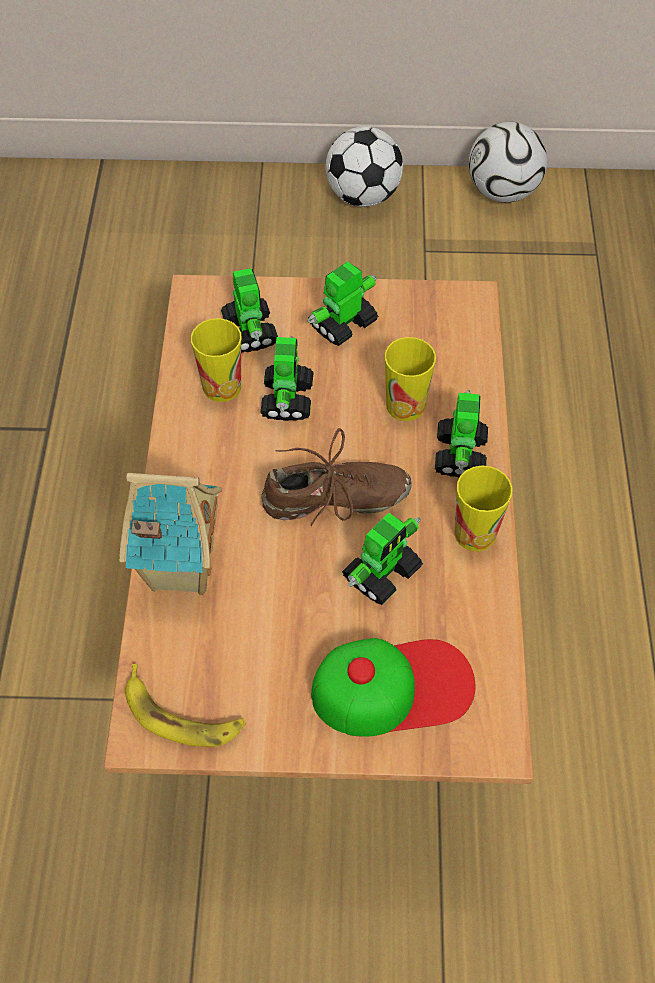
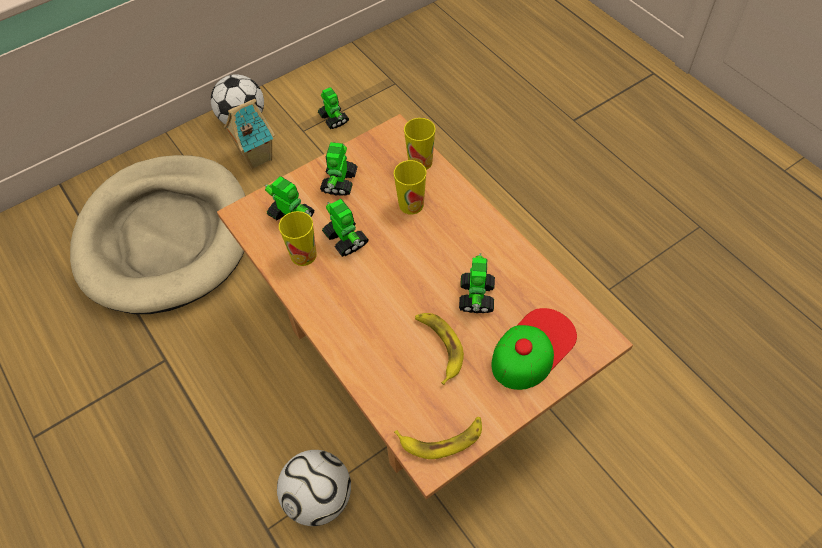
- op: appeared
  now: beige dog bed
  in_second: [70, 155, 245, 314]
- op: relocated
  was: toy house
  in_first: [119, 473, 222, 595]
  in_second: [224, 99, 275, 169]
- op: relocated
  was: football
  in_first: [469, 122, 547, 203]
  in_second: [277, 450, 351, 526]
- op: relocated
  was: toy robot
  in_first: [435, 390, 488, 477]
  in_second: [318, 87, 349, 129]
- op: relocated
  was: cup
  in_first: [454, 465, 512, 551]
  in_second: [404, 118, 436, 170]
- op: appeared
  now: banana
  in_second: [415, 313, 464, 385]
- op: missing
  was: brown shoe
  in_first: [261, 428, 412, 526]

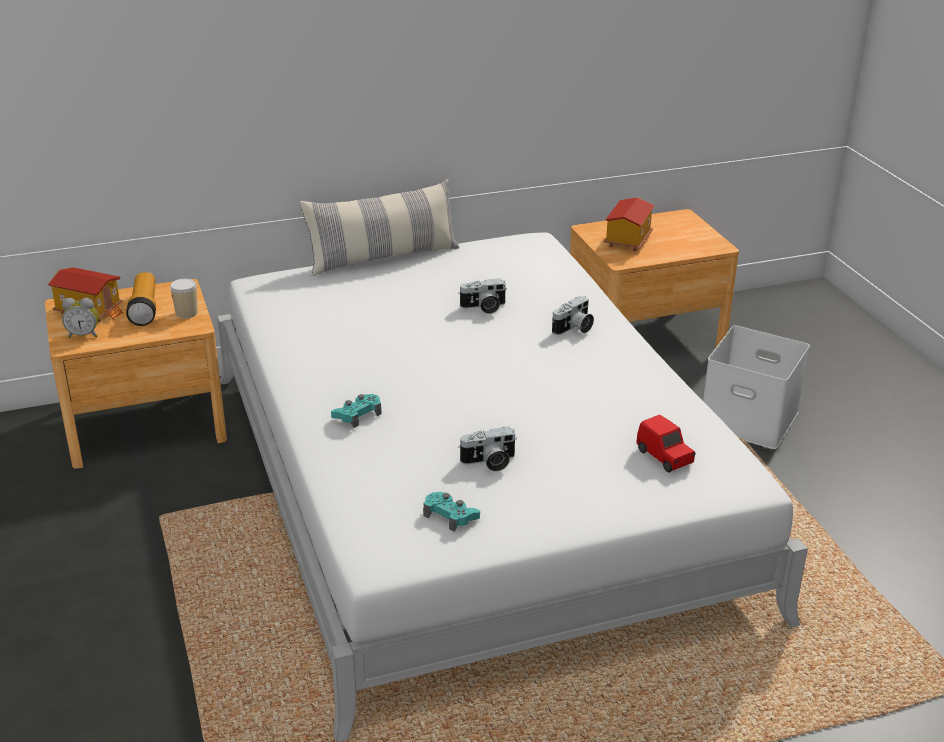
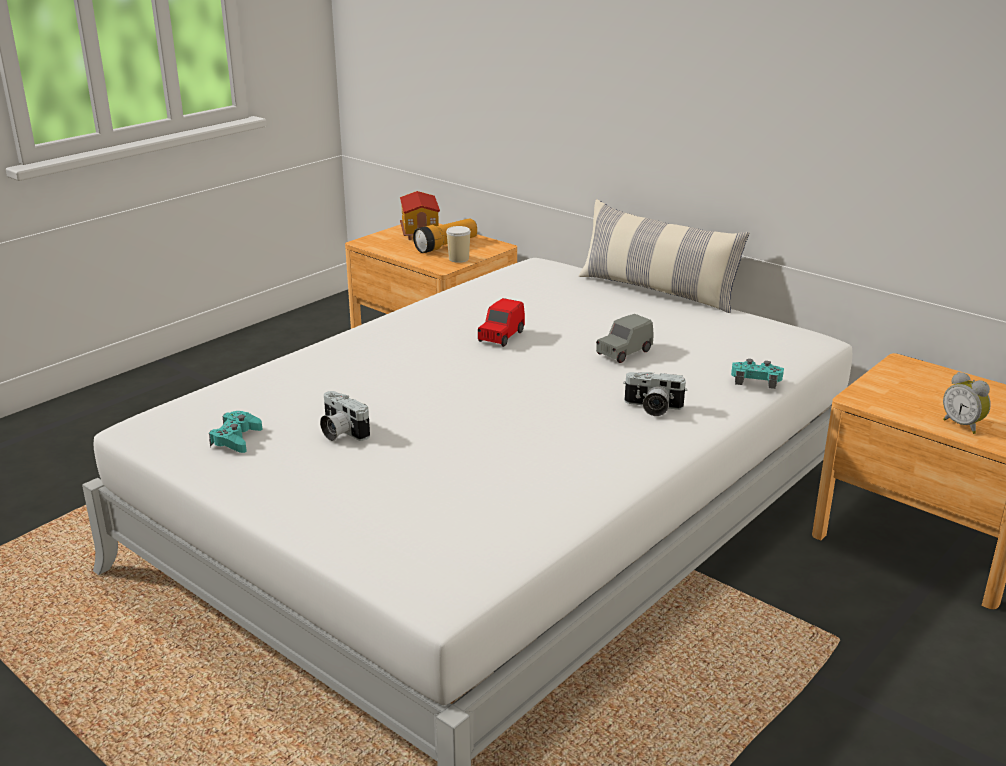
- op: relocated
  was: red toy car
  in_first: [636, 415, 696, 472]
  in_second: [478, 298, 525, 347]
- op: exchanged
  was: photo camera
  now: grey toy car
  in_first: [458, 279, 507, 314]
  in_second: [596, 314, 654, 363]
- op: relocated
  was: turquoise game controller
  in_first: [331, 394, 381, 428]
  in_second: [731, 359, 784, 389]
- op: relocated
  was: alarm clock
  in_first: [62, 298, 99, 338]
  in_second: [943, 372, 991, 434]
- op: missing
  was: toy house
  in_first: [604, 197, 654, 252]
- op: missing
  was: white storage box
  in_first: [703, 325, 810, 449]

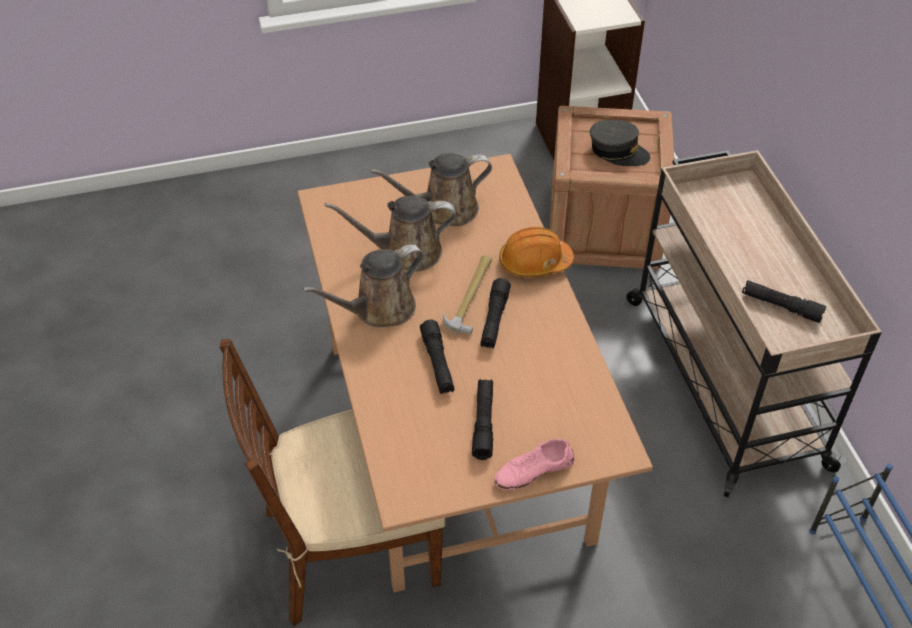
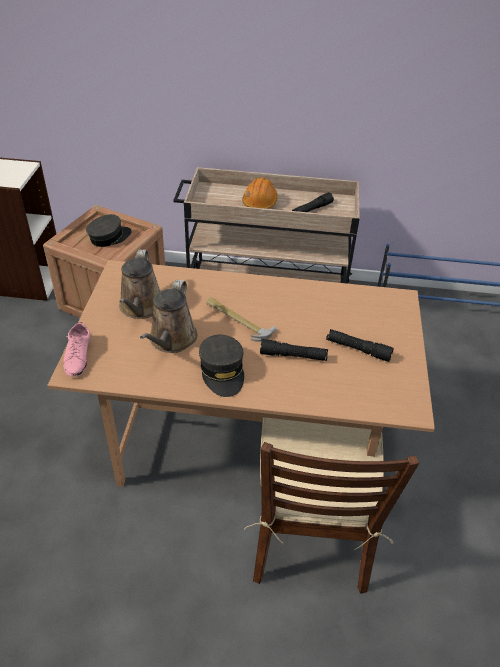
- op: relocated
  was: pink shoe
  in_first: [494, 439, 574, 490]
  in_second: [63, 321, 90, 377]
- op: exchanged
  was: brown watering can
  now: grey cap
  in_first: [302, 244, 424, 327]
  in_second: [199, 335, 244, 397]
- op: relocated
  was: orange hard hat
  in_first: [499, 227, 574, 277]
  in_second: [242, 177, 278, 209]
- op: missing
  was: black flashlight
  in_first: [480, 278, 511, 348]

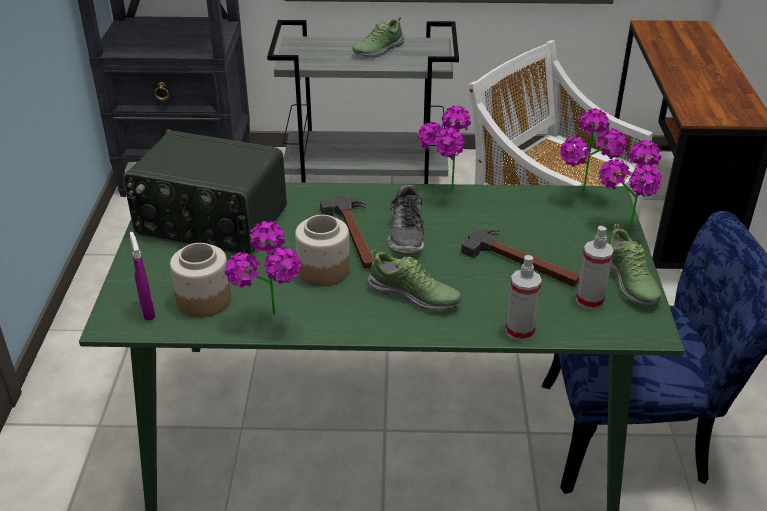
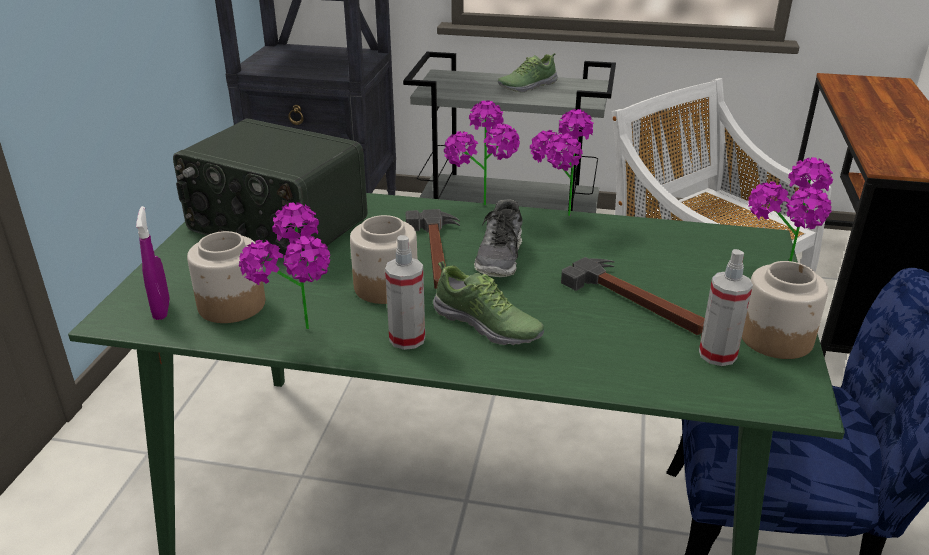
- op: relocated
  was: spray bottle
  in_first: [506, 255, 542, 341]
  in_second: [385, 235, 425, 350]
- op: relocated
  was: potted plant
  in_first: [560, 108, 627, 193]
  in_second: [444, 100, 520, 205]
- op: exchanged
  was: shoe
  now: jar
  in_first: [607, 224, 662, 305]
  in_second: [742, 261, 828, 359]

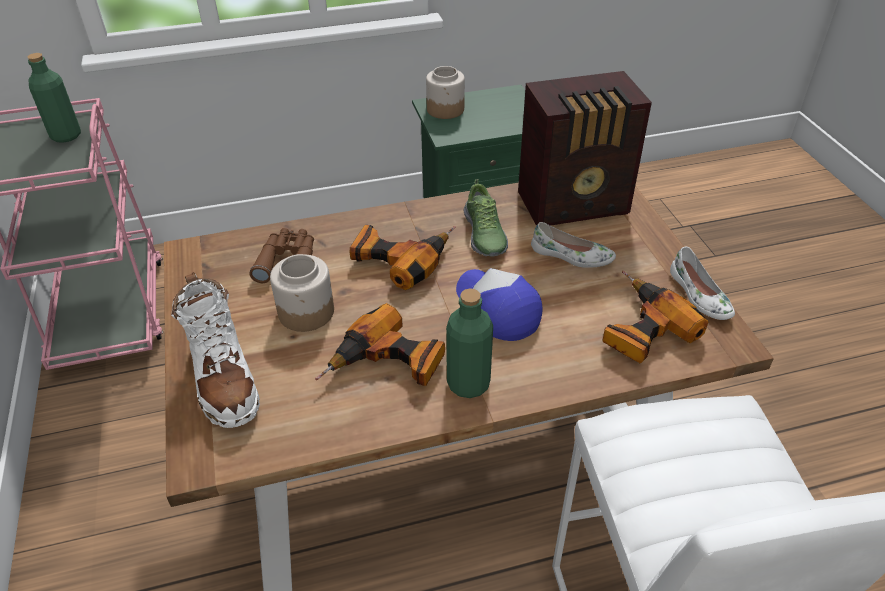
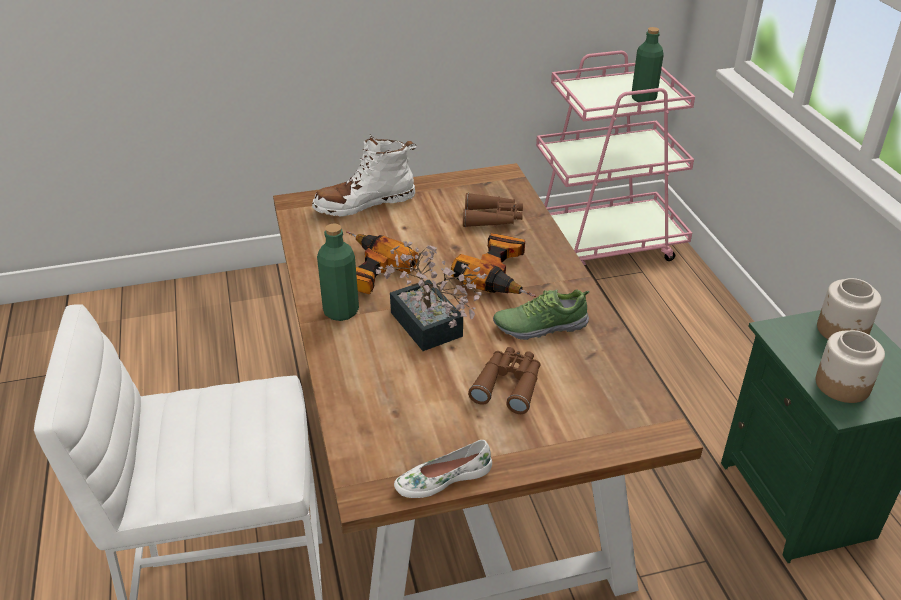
- op: exchanged
  was: cap
  now: potted plant
  in_first: [456, 268, 542, 341]
  in_second: [376, 241, 488, 351]
- op: exchanged
  was: white shoe
  now: brown binoculars
  in_first: [531, 222, 616, 268]
  in_second: [468, 347, 540, 414]
- op: relocated
  was: jar
  in_first: [270, 254, 334, 332]
  in_second: [816, 330, 885, 403]
- op: missing
  was: radio
  in_first: [518, 71, 652, 226]
- op: missing
  was: power drill
  in_first: [603, 271, 708, 364]

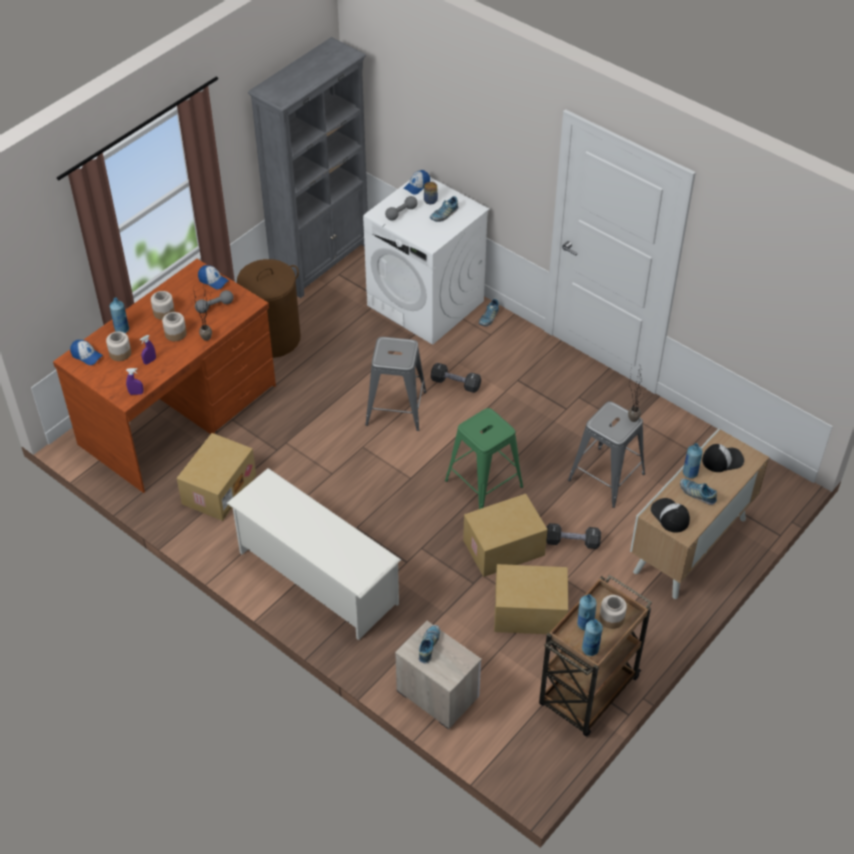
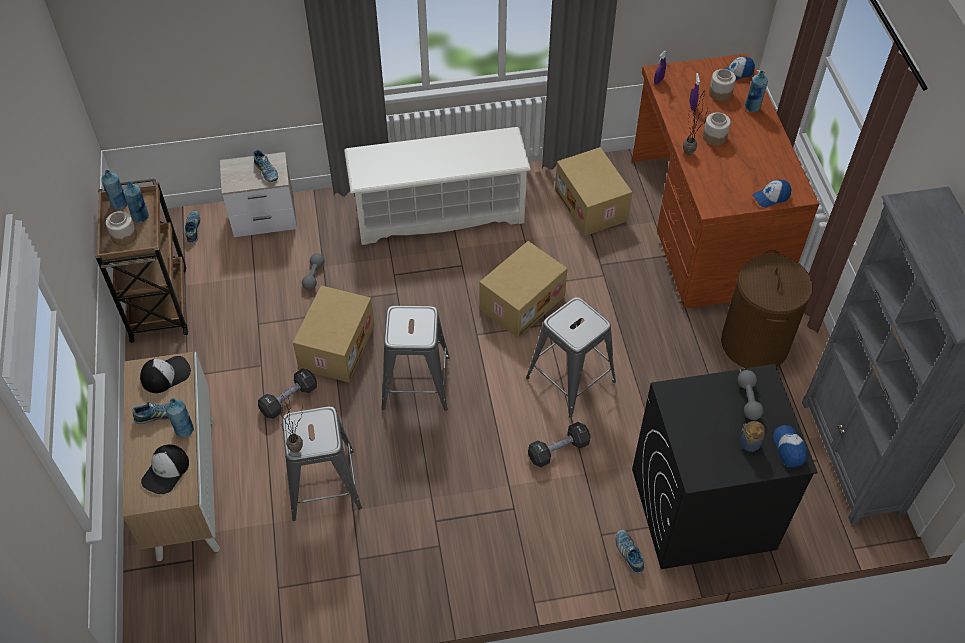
- op: spun
  was: cap
  in_first: [651, 498, 690, 533]
  in_second: [140, 356, 191, 393]
  clockwise: -45
- op: relocated
  was: shoe
  in_first: [430, 196, 458, 222]
  in_second: [185, 211, 201, 243]
- op: relocated
  was: grey dumbbell
  in_first: [195, 290, 234, 313]
  in_second: [302, 253, 325, 290]
- op: colour
  was: green stool
  now: grey stool
  in_first: [445, 408, 523, 509]
  in_second: [382, 306, 450, 411]
- op: relocated
  was: cardboard box
  in_first: [494, 564, 568, 634]
  in_second: [480, 241, 568, 338]
- op: colour
  was: white washing machine
  now: black washing machine
  in_first: [363, 177, 489, 345]
  in_second: [632, 364, 818, 569]
- op: missing
  was: jar
  in_first: [151, 291, 175, 320]

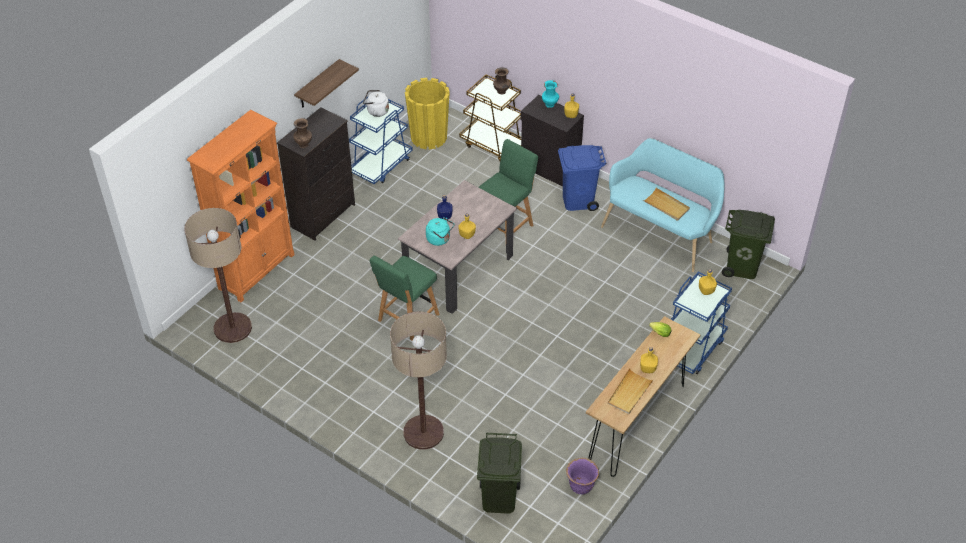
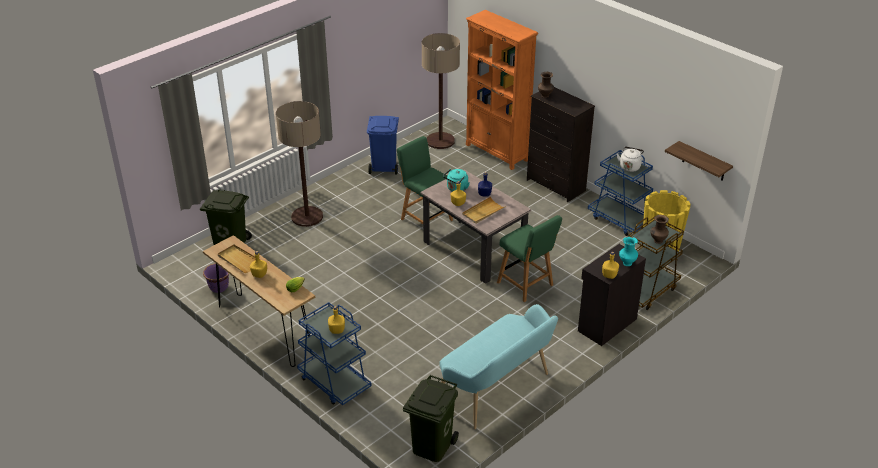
- op: relocated
  was: blue trash can
  in_first: [558, 145, 607, 211]
  in_second: [367, 116, 399, 175]
- op: relocated
  was: beige tray
  in_first: [643, 188, 690, 221]
  in_second: [462, 197, 506, 224]
- op: relocated
  was: shelf
  in_first: [294, 59, 359, 108]
  in_second: [665, 141, 733, 181]

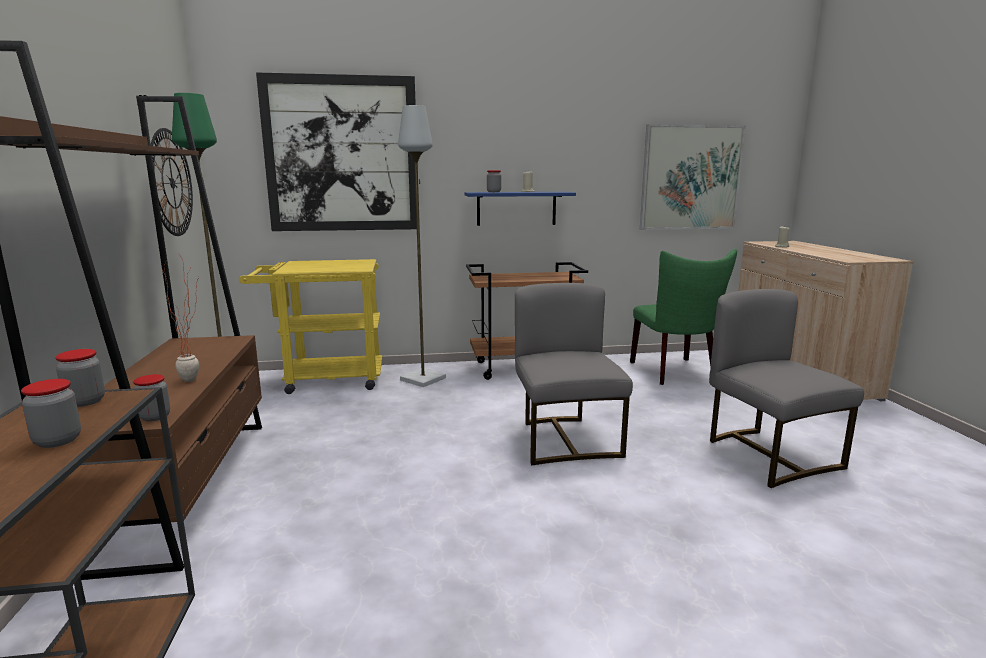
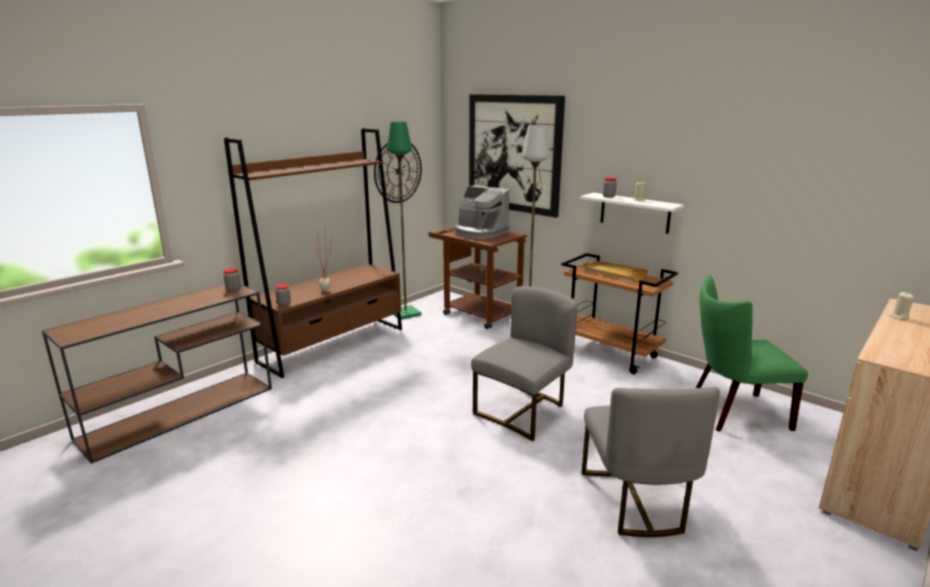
- op: colour
  was: yellow cart
  now: brown cart
  in_first: [239, 259, 382, 394]
  in_second: [428, 227, 527, 329]
- op: appeared
  now: coffee machine
  in_second: [455, 185, 510, 239]
- op: colour
  was: blue shelf
  now: white shelf
  in_first: [465, 192, 576, 226]
  in_second: [580, 193, 684, 234]
- op: spun
  was: grey chair
  in_first: [709, 289, 864, 488]
  in_second: [581, 387, 720, 537]
  clockwise: 150
- op: appeared
  now: beige tray
  in_second: [584, 261, 649, 281]
- op: spun
  was: green chair
  in_first: [630, 249, 737, 385]
  in_second: [696, 275, 808, 431]
  clockwise: 45
- op: missing
  was: jar
  in_first: [21, 379, 81, 448]
- op: missing
  was: picture
  in_first: [640, 124, 746, 230]

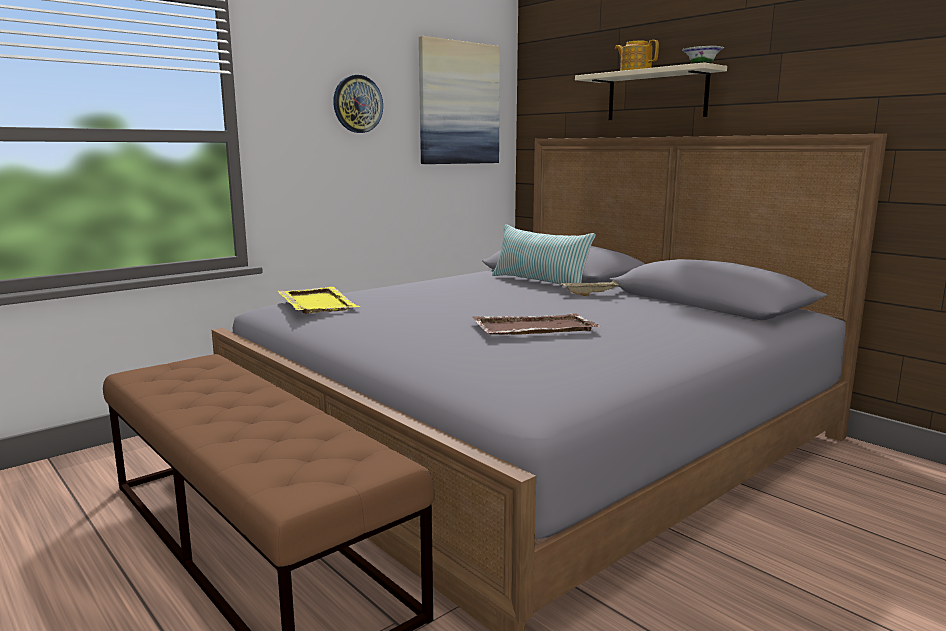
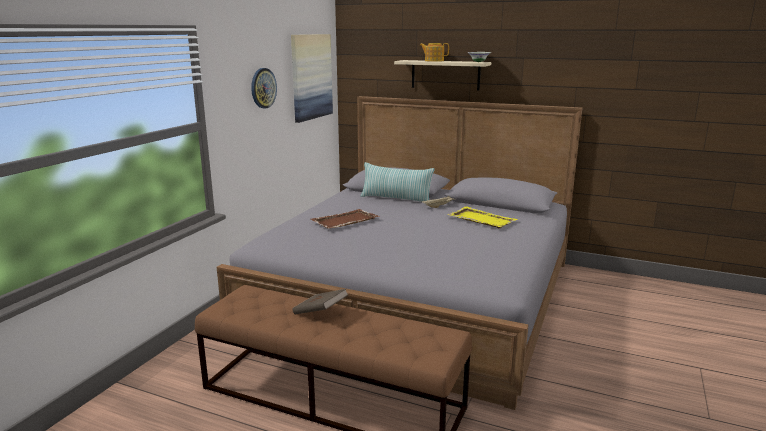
- op: appeared
  now: brown book
  in_second: [293, 289, 348, 315]
- op: relocated
  was: brown tray
  in_first: [472, 313, 601, 335]
  in_second: [311, 209, 380, 229]
- op: relocated
  was: yellow tray
  in_first: [278, 287, 361, 314]
  in_second: [447, 207, 518, 228]

